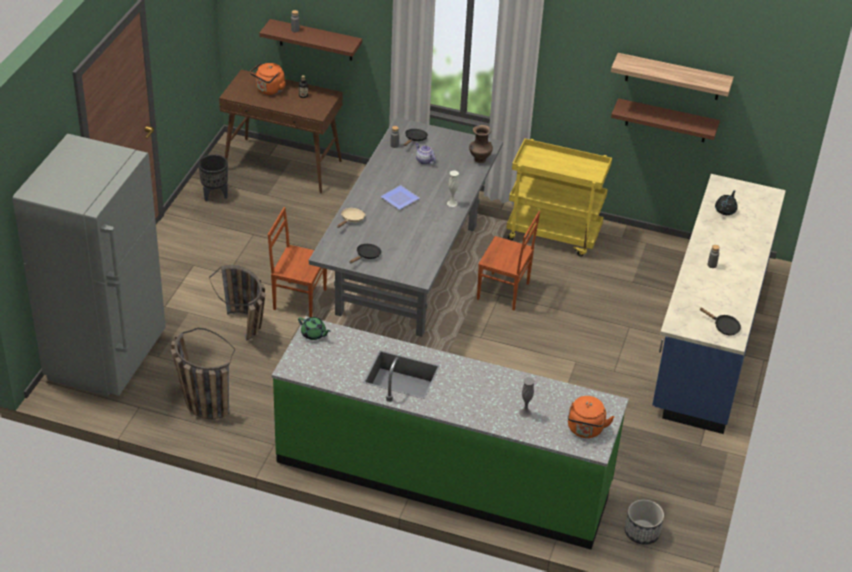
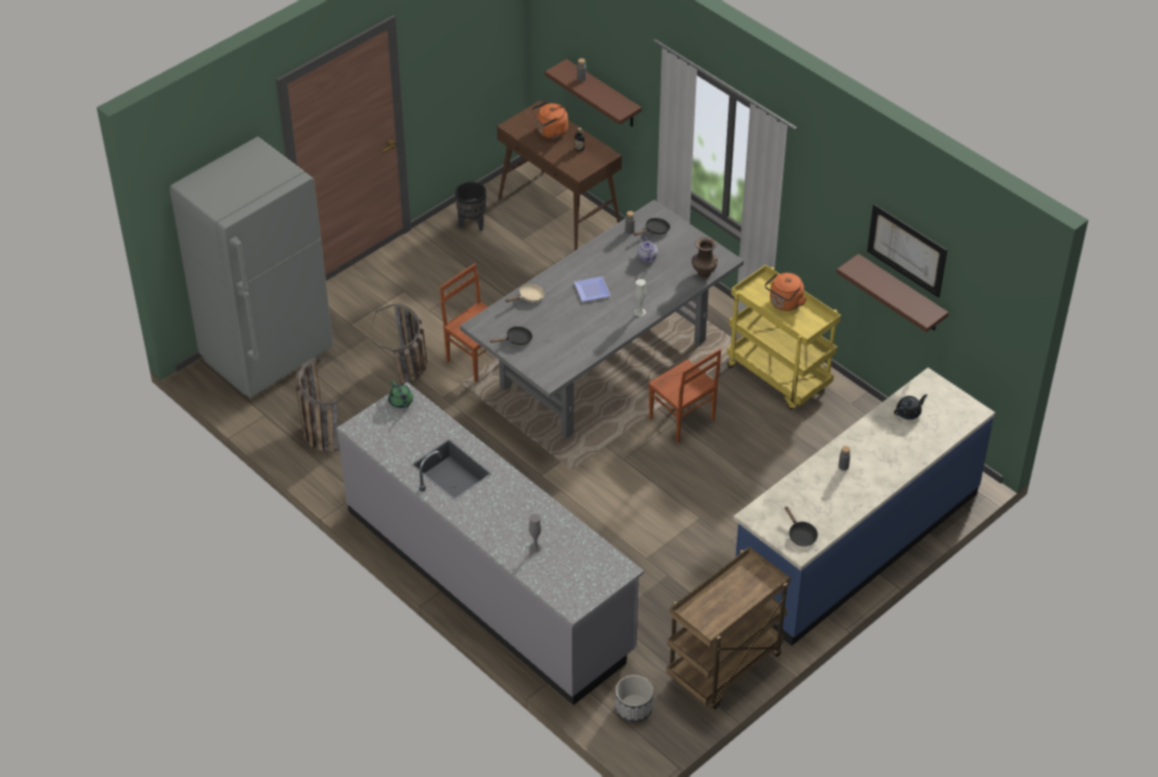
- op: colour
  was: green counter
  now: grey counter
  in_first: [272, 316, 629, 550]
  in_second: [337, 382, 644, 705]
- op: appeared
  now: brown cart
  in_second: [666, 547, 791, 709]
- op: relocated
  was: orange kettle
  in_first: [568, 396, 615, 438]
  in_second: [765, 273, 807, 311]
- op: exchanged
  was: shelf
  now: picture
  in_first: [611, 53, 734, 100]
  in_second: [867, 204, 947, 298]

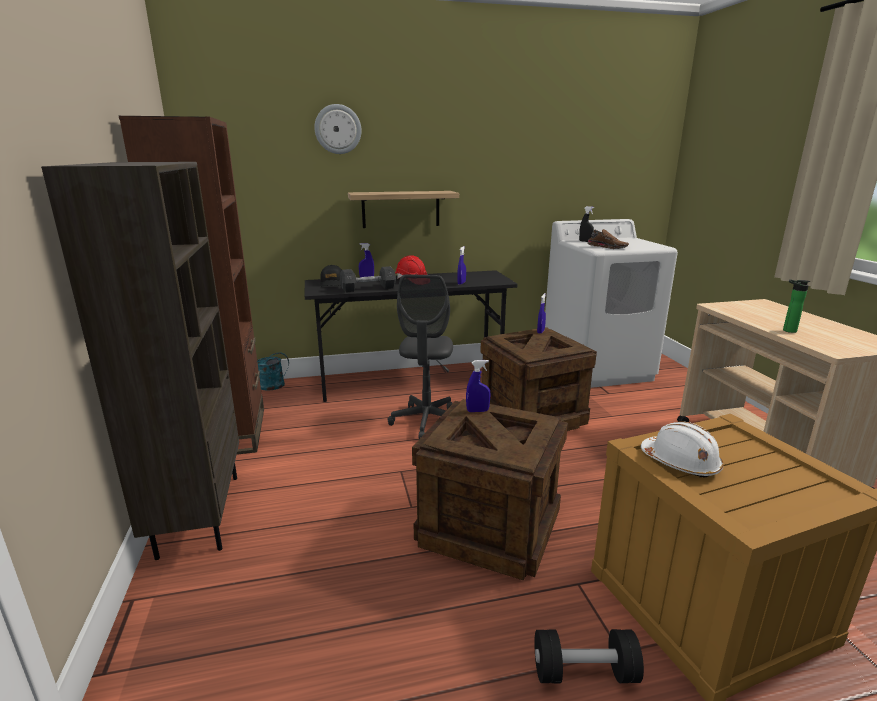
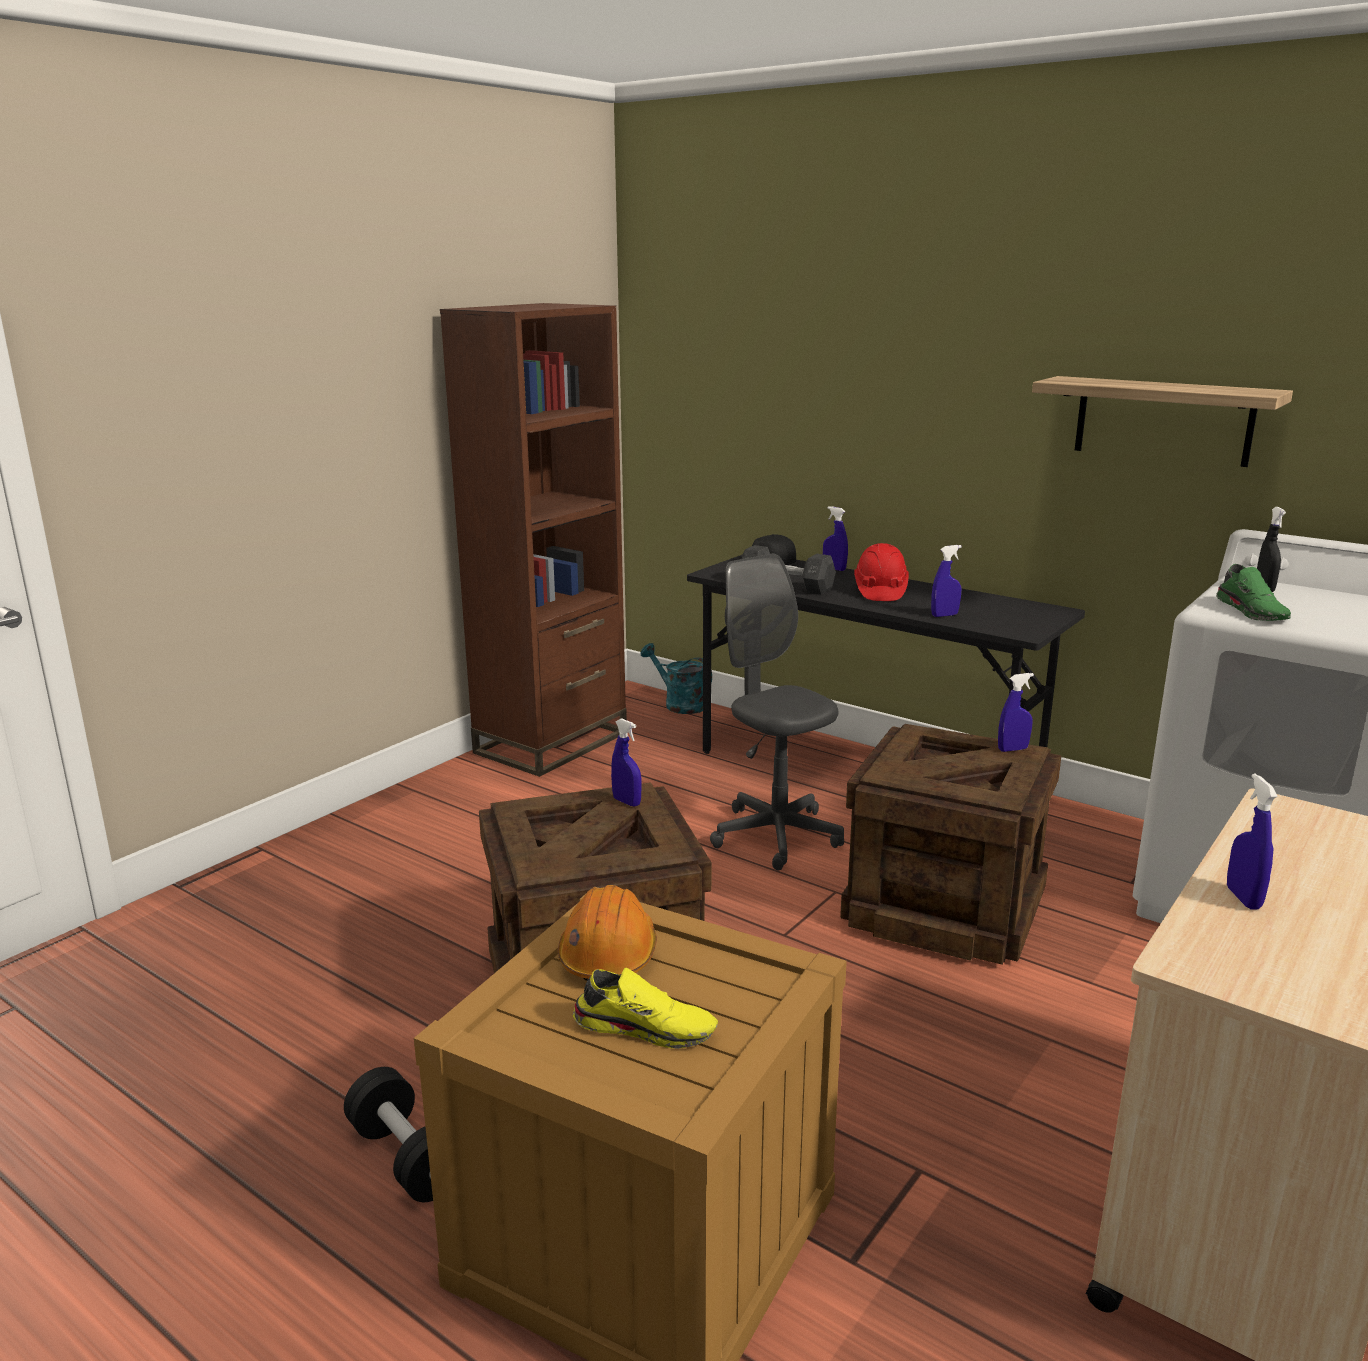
- op: colour
  was: white hard hat
  now: orange hard hat
  in_first: [641, 422, 724, 478]
  in_second: [558, 885, 657, 981]
- op: appeared
  now: yellow shoe
  in_second: [573, 968, 718, 1049]
- op: spun
  was: grey office chair
  in_first: [388, 274, 453, 439]
  in_second: [710, 554, 844, 871]
  clockwise: 90
- op: relocated
  was: shelf
  in_first: [348, 191, 459, 228]
  in_second: [1032, 376, 1293, 467]
- op: colour
  was: brown shoe
  now: green shoe
  in_first: [587, 229, 629, 249]
  in_second: [1216, 564, 1291, 621]
- op: exchanged
  was: bottle
  now: blue spray bottle
  in_first: [783, 279, 810, 333]
  in_second: [1227, 773, 1278, 910]
- op: missing
  was: brown bookcase
  in_first: [41, 162, 239, 560]
- op: missing
  was: wall clock
  in_first: [314, 104, 362, 154]

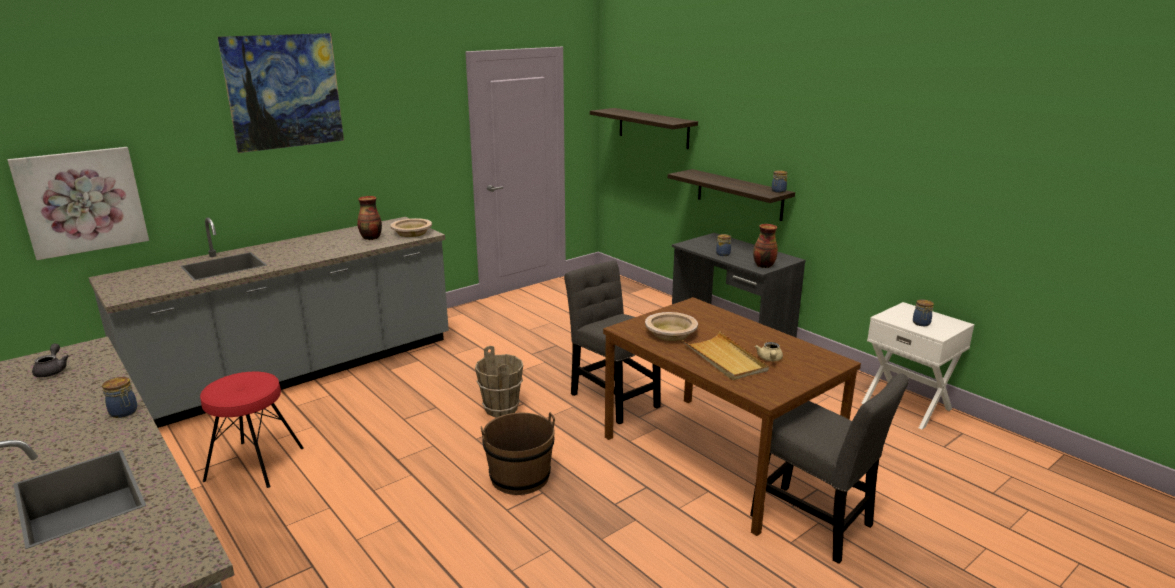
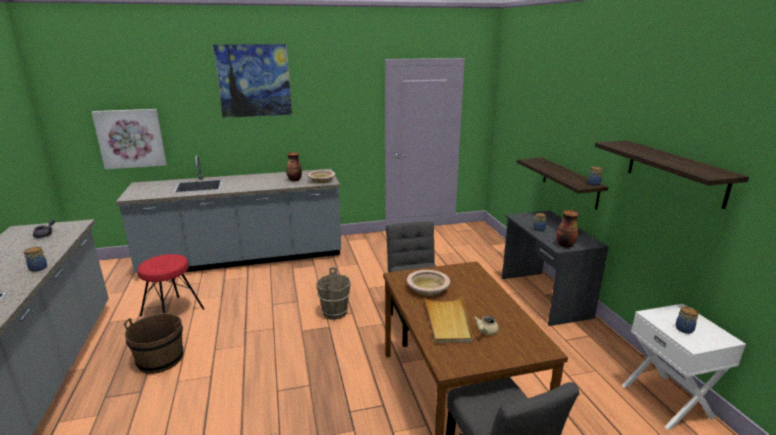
- op: relocated
  was: brown bucket
  in_first: [480, 412, 555, 495]
  in_second: [124, 313, 183, 374]
- op: relocated
  was: shelf
  in_first: [590, 108, 698, 149]
  in_second: [595, 140, 749, 209]

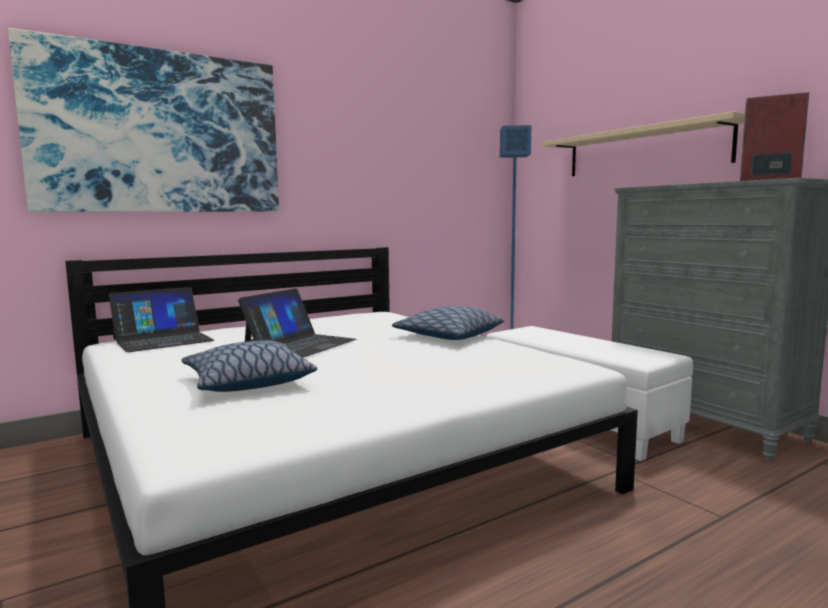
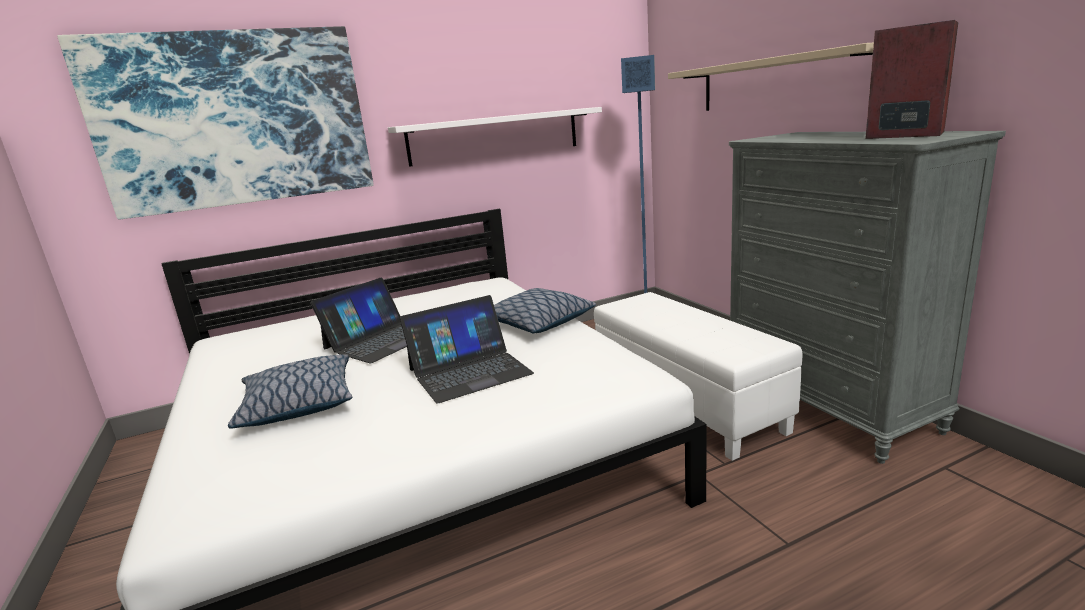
- op: appeared
  now: white shelf
  in_second: [388, 107, 602, 167]
- op: relocated
  was: laptop
  in_first: [109, 287, 214, 352]
  in_second: [400, 295, 534, 404]

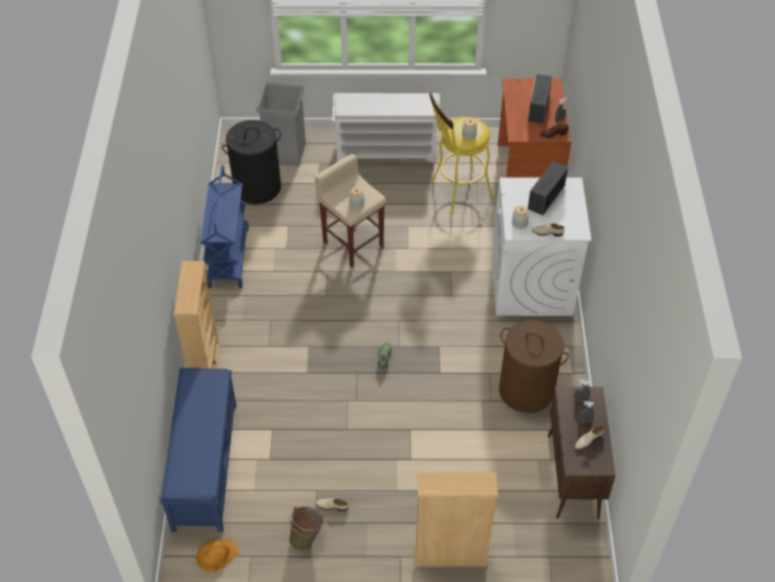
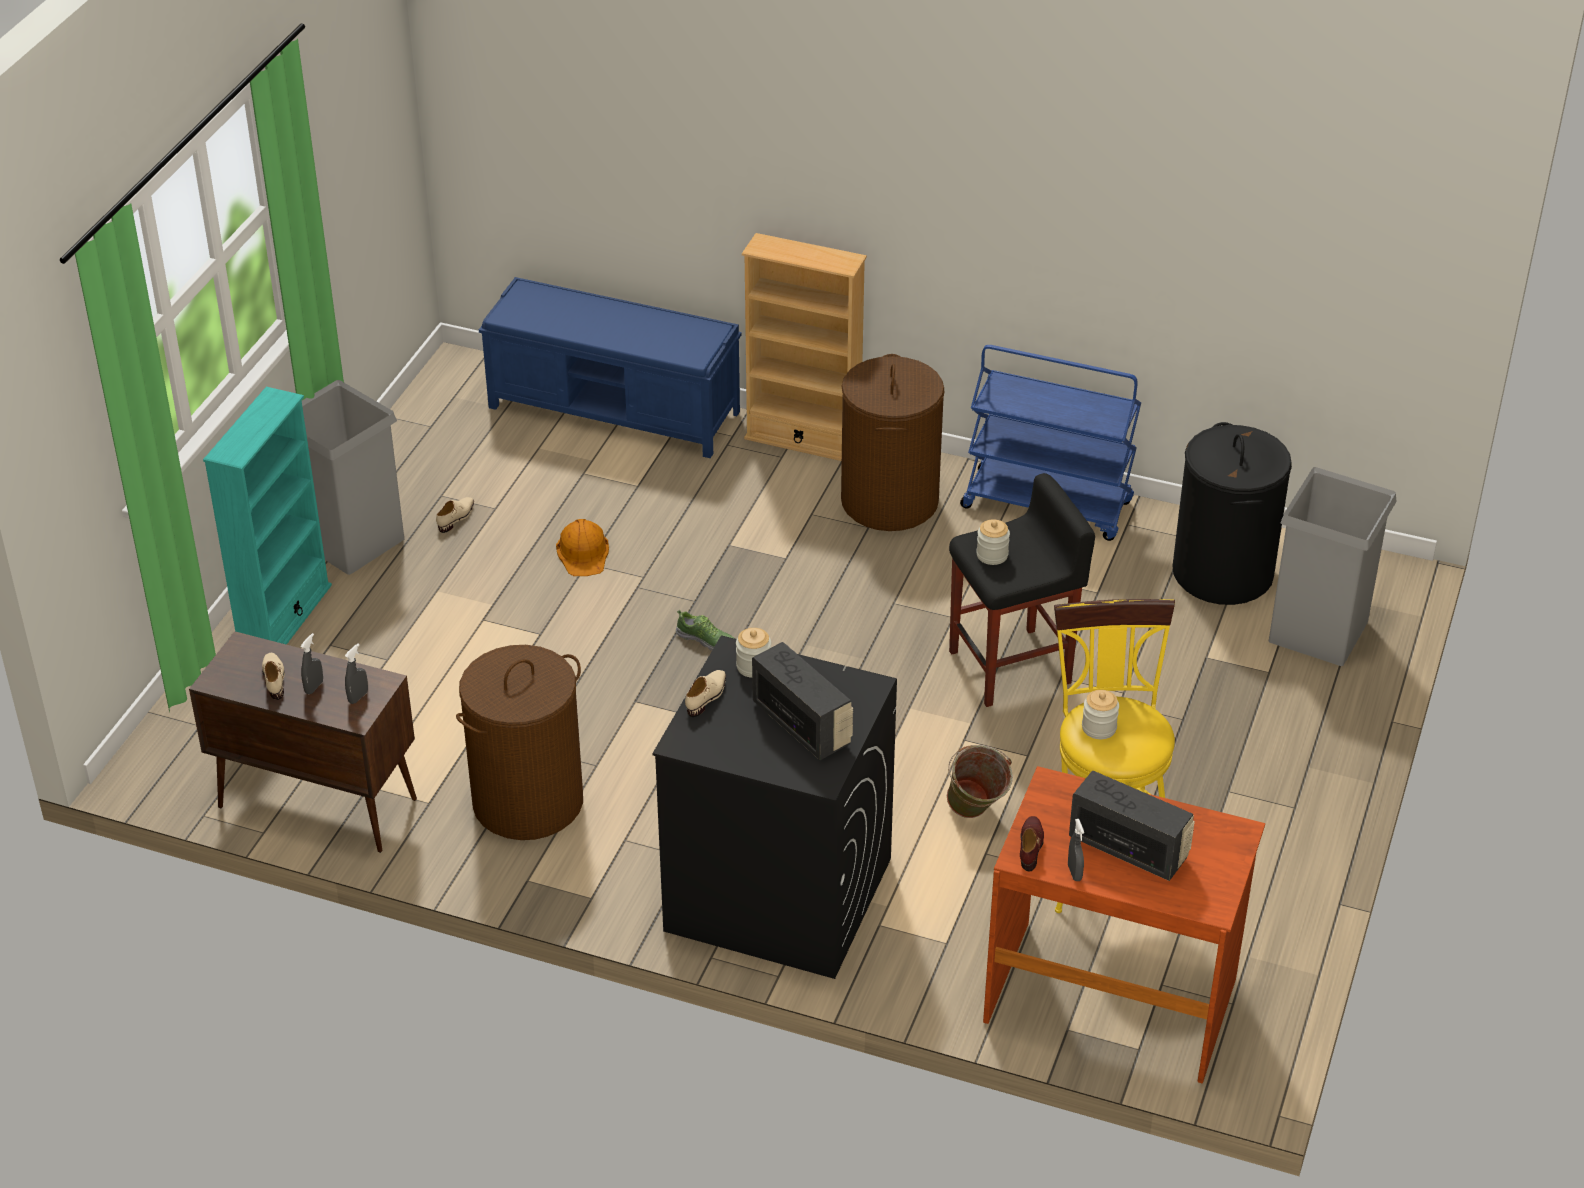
- op: colour
  was: beige bookcase
  now: turquoise bookcase
  in_first: [415, 472, 498, 567]
  in_second: [203, 387, 332, 645]
- op: appeared
  now: grey trash can
  in_second: [302, 380, 404, 575]
- op: relocated
  was: orange hard hat
  in_first: [196, 539, 239, 572]
  in_second: [556, 519, 609, 576]
- op: colour
  was: white washing machine
  now: black washing machine
  in_first: [491, 177, 591, 316]
  in_second: [653, 635, 897, 979]
- op: appeared
  now: brown laundry basket
  in_second: [841, 354, 945, 531]
- op: relocated
  was: green bucket
  in_first: [289, 506, 324, 550]
  in_second: [947, 745, 1013, 818]
- op: colour
  was: beige stool
  now: black stool
  in_first: [315, 154, 386, 267]
  in_second: [949, 473, 1095, 707]
- op: missing
  was: white shoe rack
  in_first: [332, 93, 441, 163]

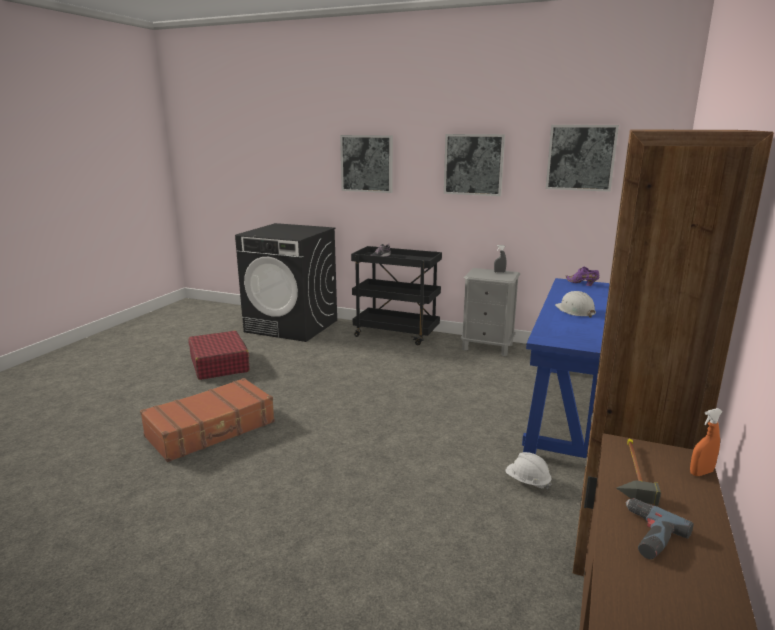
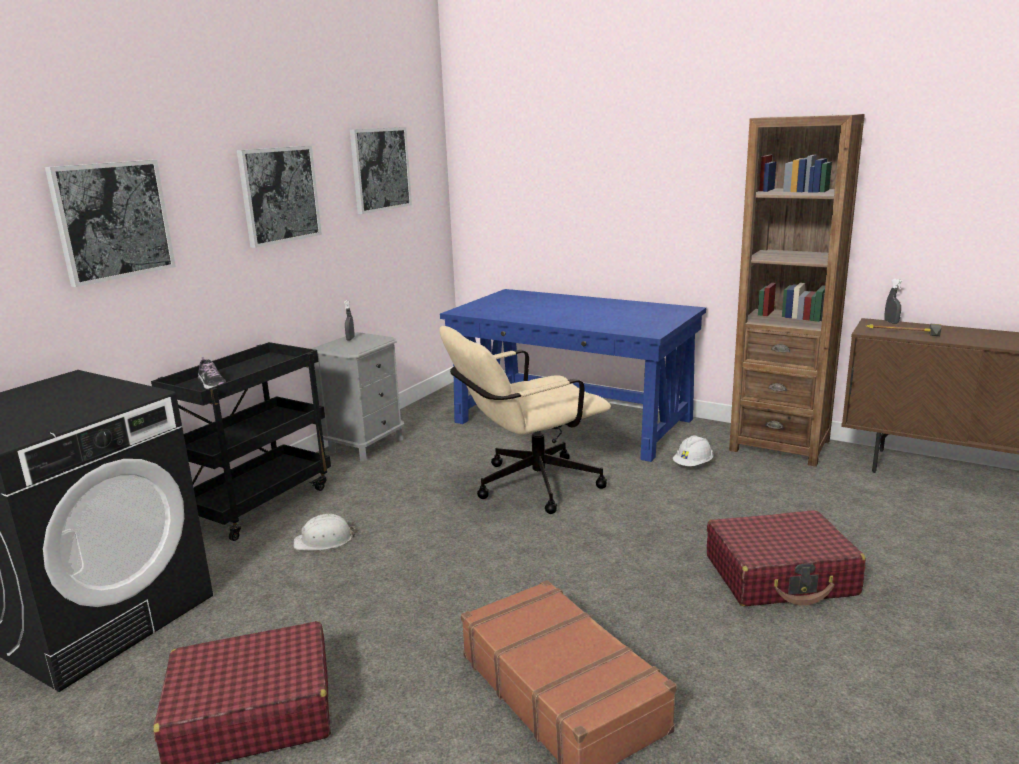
- op: relocated
  was: white hard hat
  in_first: [555, 291, 596, 318]
  in_second: [293, 513, 355, 550]
- op: appeared
  now: beige office chair
  in_second: [439, 326, 611, 514]
- op: appeared
  now: red suitcase
  in_second: [707, 510, 866, 606]
- op: colour
  was: orange spray bottle
  now: grey spray bottle
  in_first: [690, 408, 723, 476]
  in_second: [884, 279, 903, 324]
- op: missing
  was: purple shoe
  in_first: [566, 267, 600, 286]
- op: missing
  was: power drill
  in_first: [626, 498, 694, 559]

